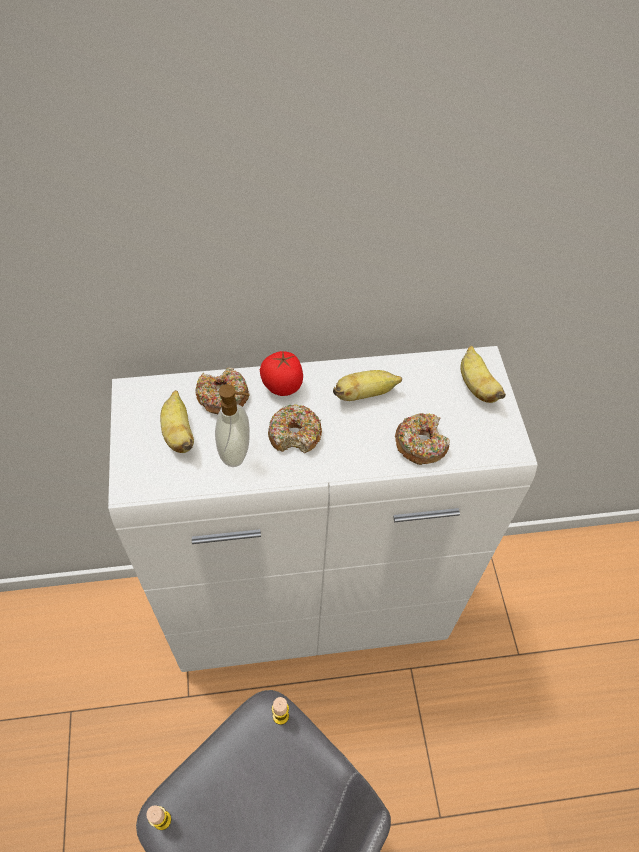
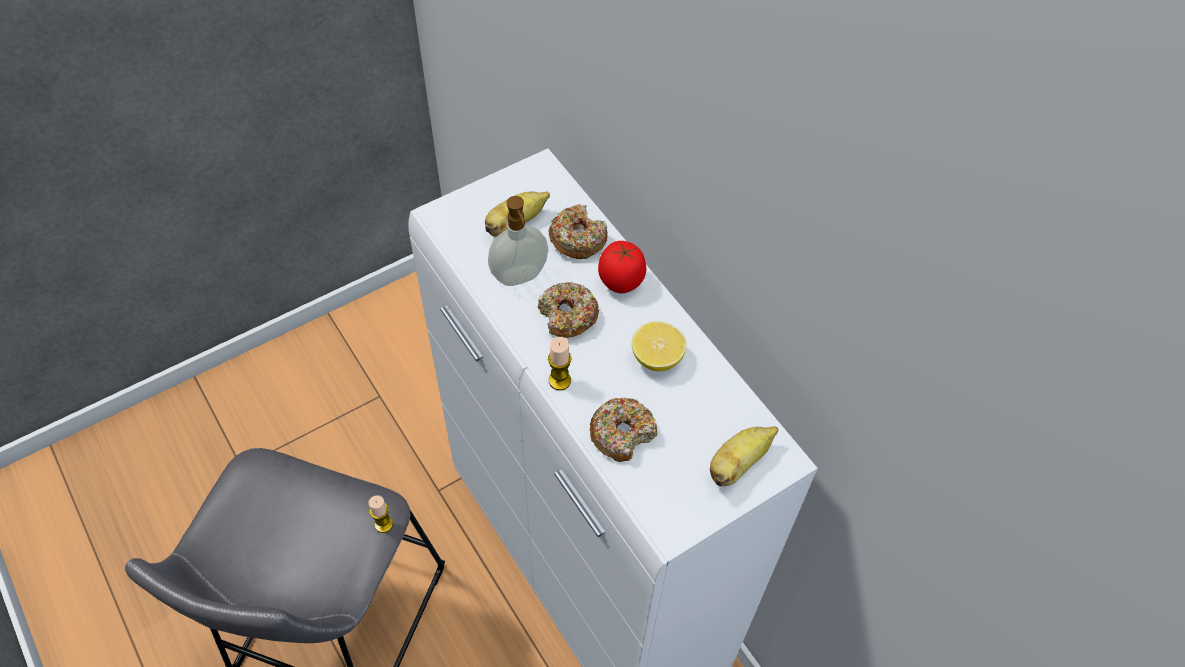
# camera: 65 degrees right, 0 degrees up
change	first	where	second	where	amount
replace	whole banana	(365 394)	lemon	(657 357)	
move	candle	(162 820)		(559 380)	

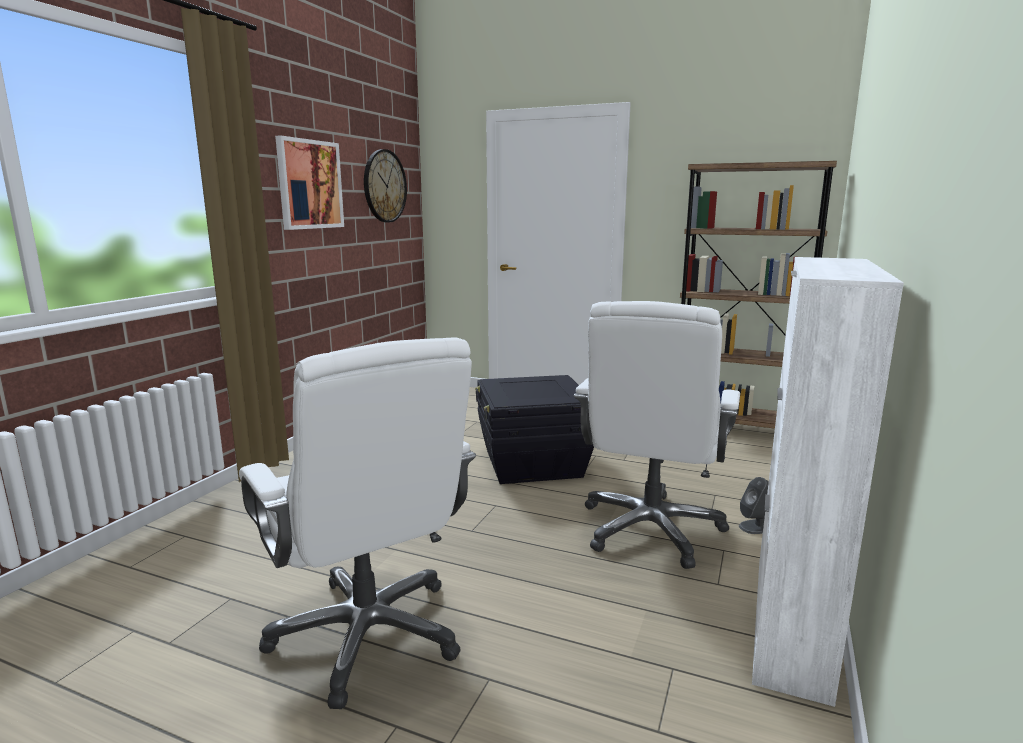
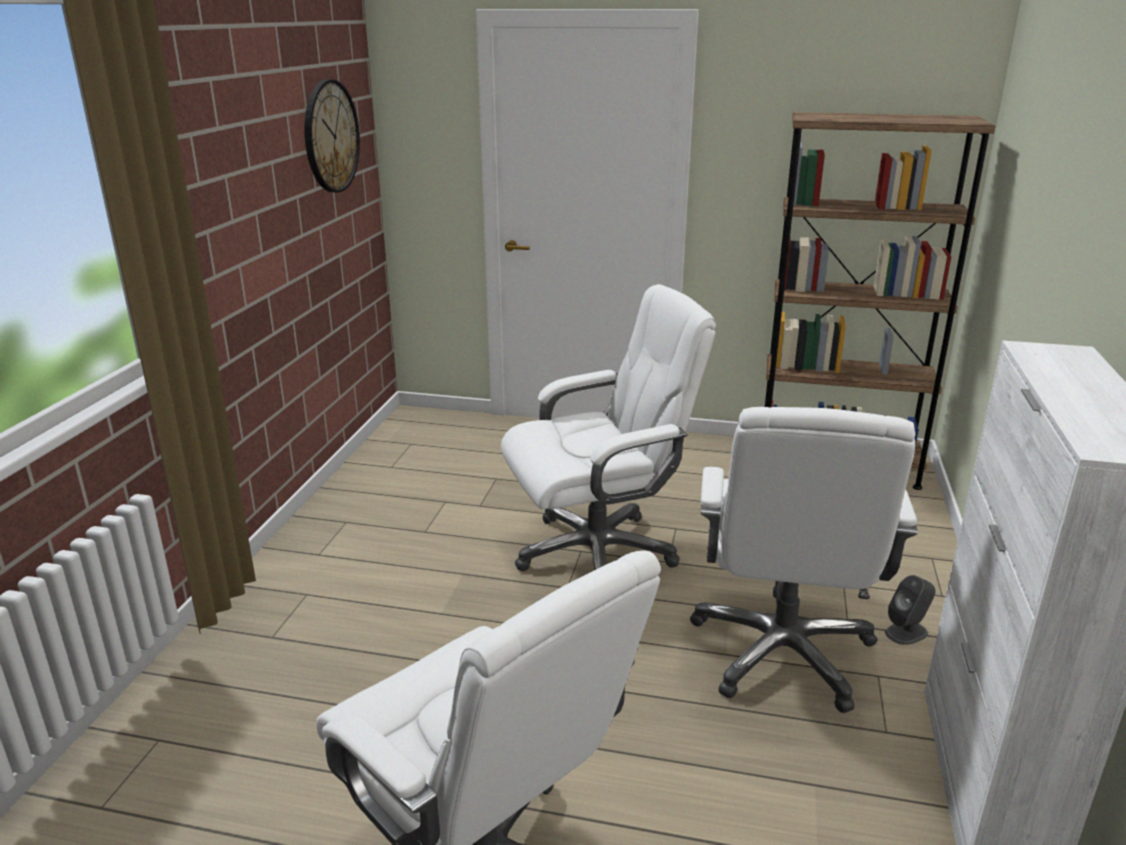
# camera: 10 degrees left, 10 degrees up
change	first	where	second	where	amount
delete	wall art	(309 184)			
replace	storage box in blackish	(532 464)	computer chair in whitish	(598 552)	

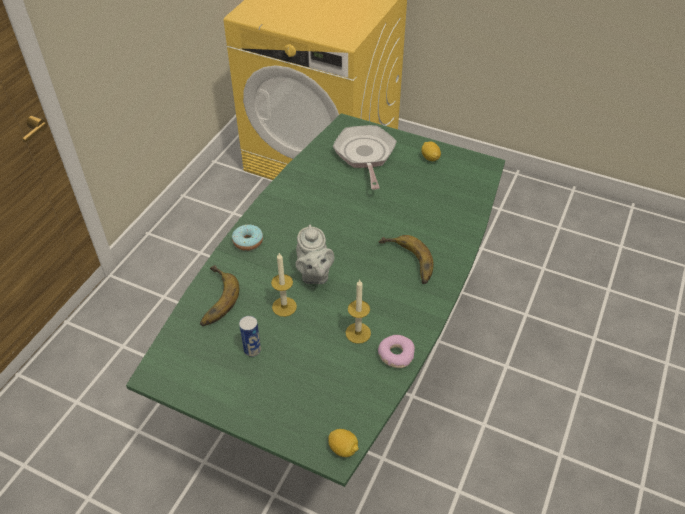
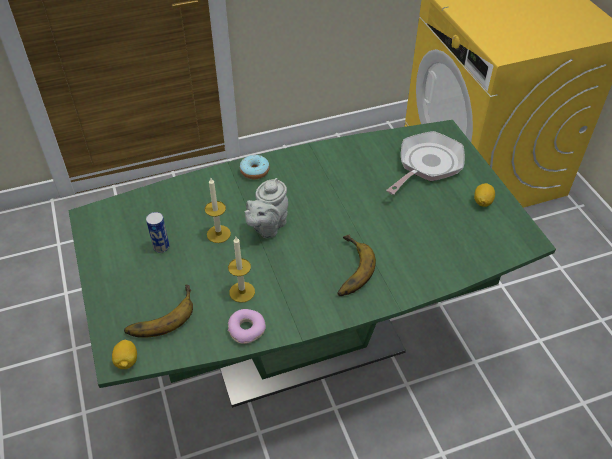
# camera: 45 degrees right, 0 degrees up
change	first	where	second	where	amount
move	whole banana	(212 299)		(159 314)	

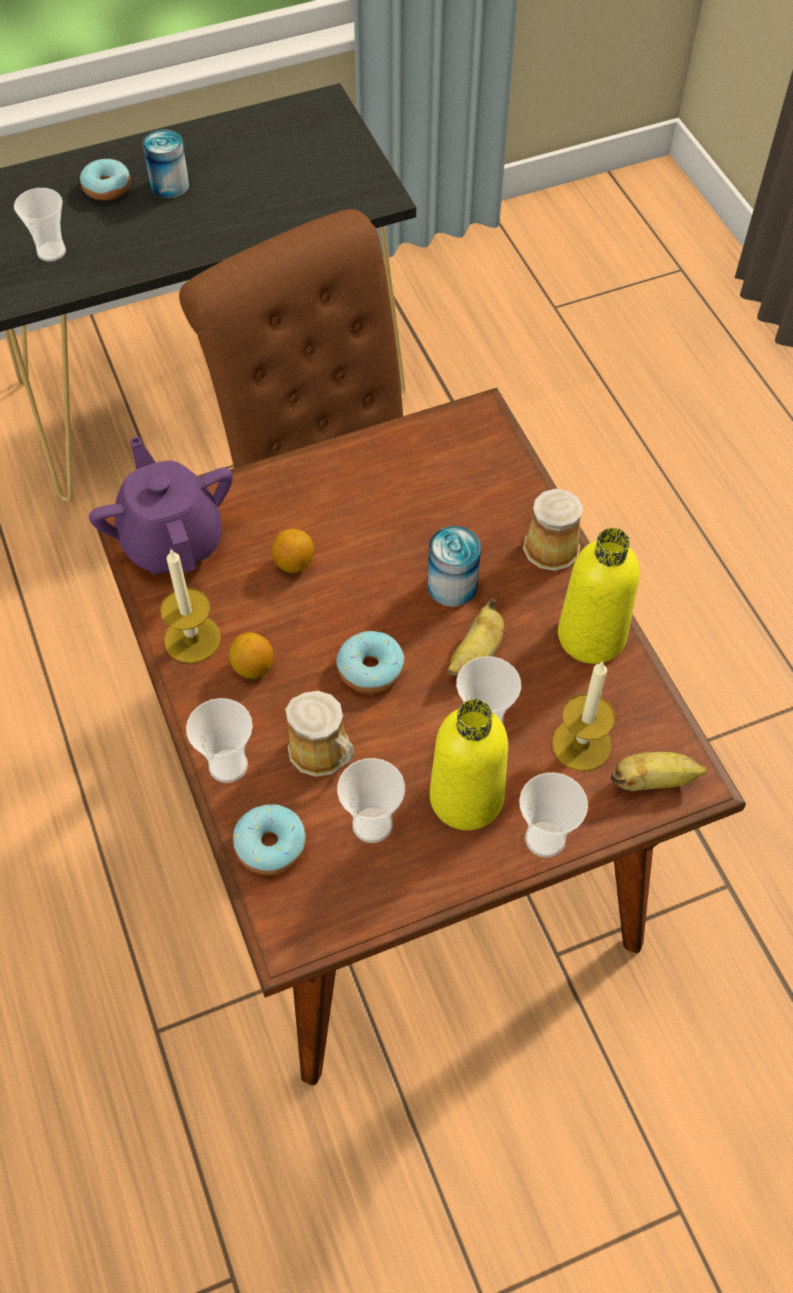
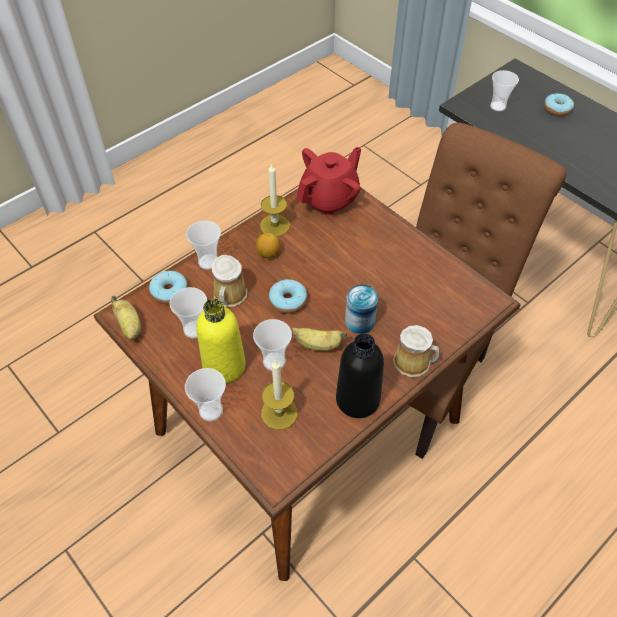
# camera: 70 degrees right, 5 degrees down
change	first	where	second	where	amount
delete	sealed can	(170 185)			
recolor	pot for tea in purple	(172 540)	pot for tea in red	(329 199)	
recolor	bottle in yellow-coloured	(591 636)	bottle in blackish	(357 399)	
delete	lemon	(294 563)			
move	whole banana	(653 781)		(130 327)	

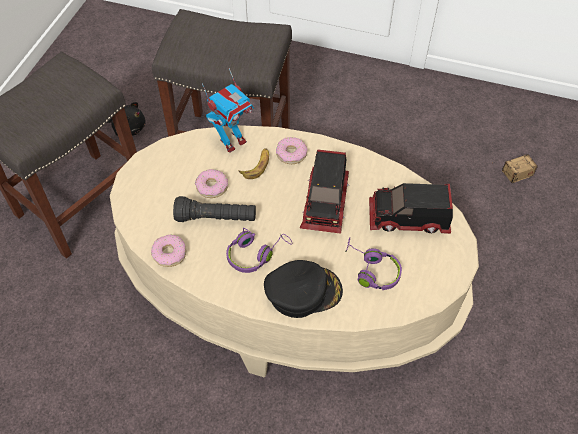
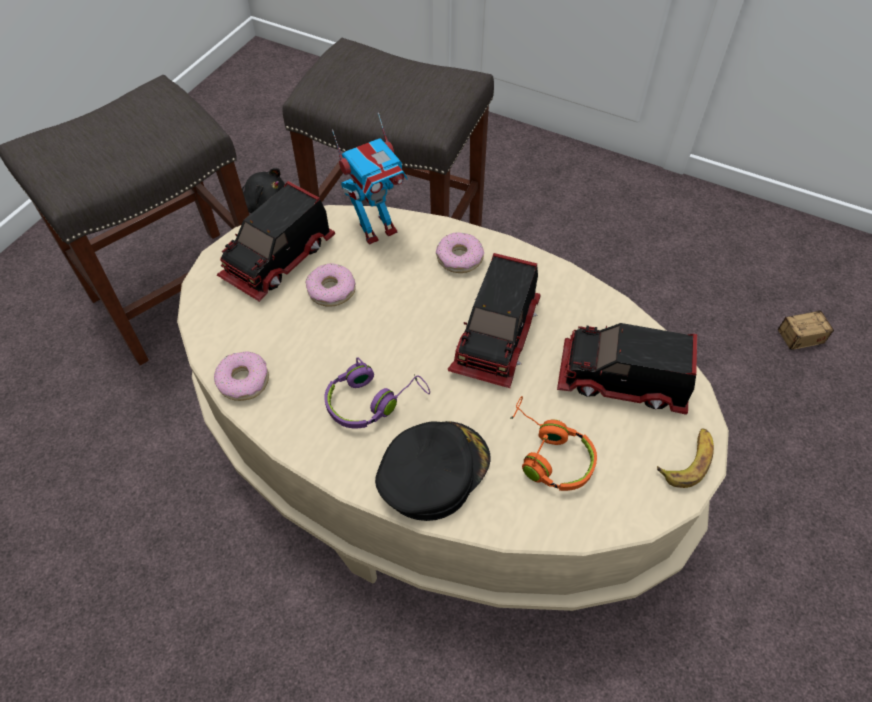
# camera: 10 degrees right, 0 degrees up
change	first	where	second	where	amount
move	whole banana	(257 166)		(688 460)	
delete	flashlight in blackish	(216 218)			
recolor	pair of headphones in purple	(371 270)	pair of headphones in orange-coloured	(547 453)	
rotate	peaked cap in blackish	(303 291)		(433 471)	45 degrees counterclockwise
insert			toy lorry	(280 260)	

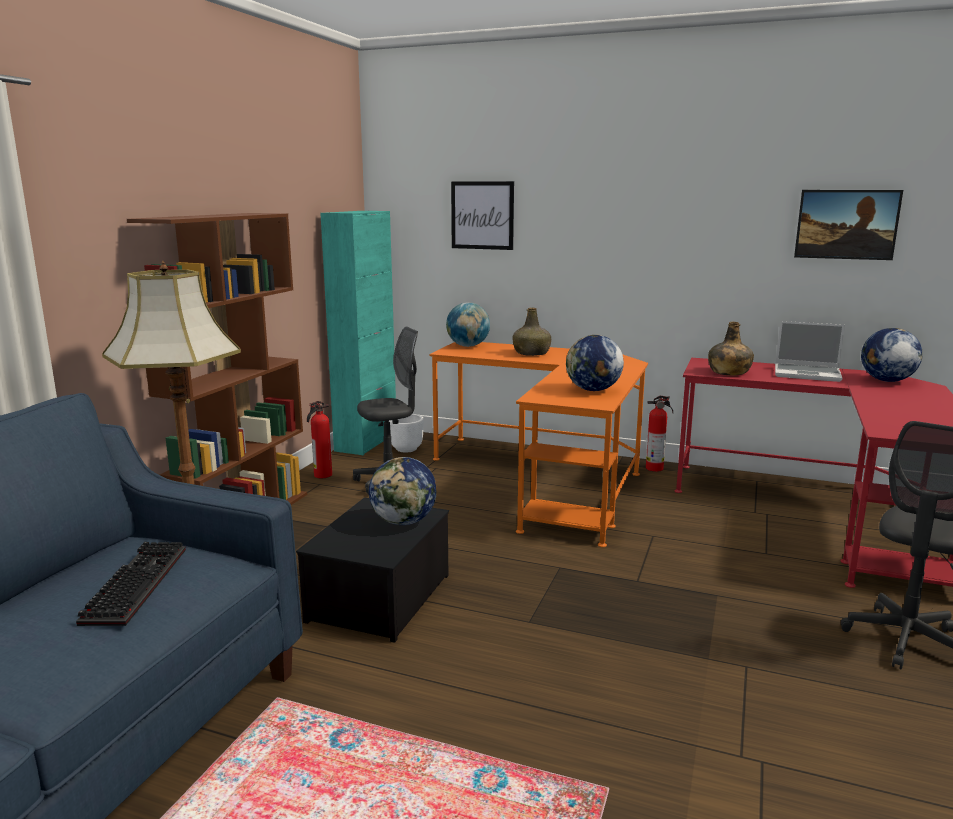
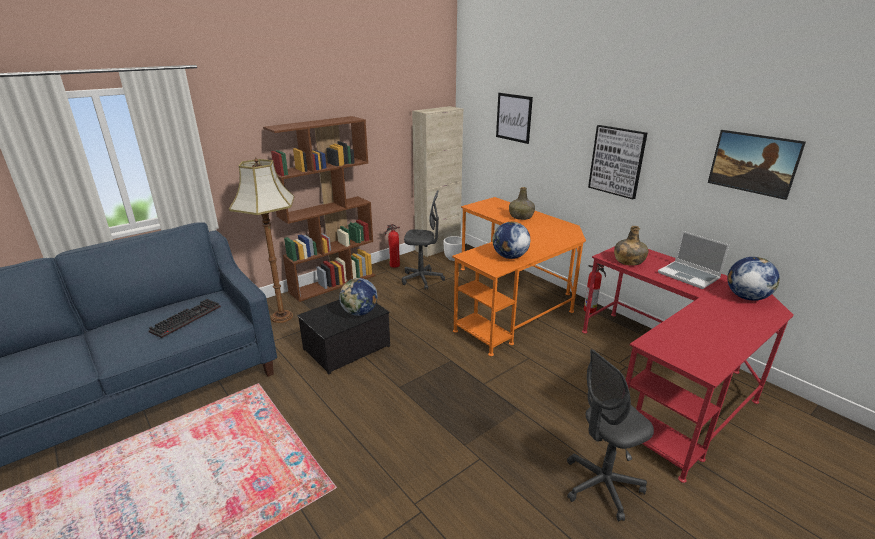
# camera: 30 degrees right, 10 degrees up
change	first	where	second	where	amount
recolor	cupboard in turquoise	(366 442)	cupboard in sand-coloured	(438 248)	
delete	desk globe	(468 346)			
insert			wall art	(617 161)	

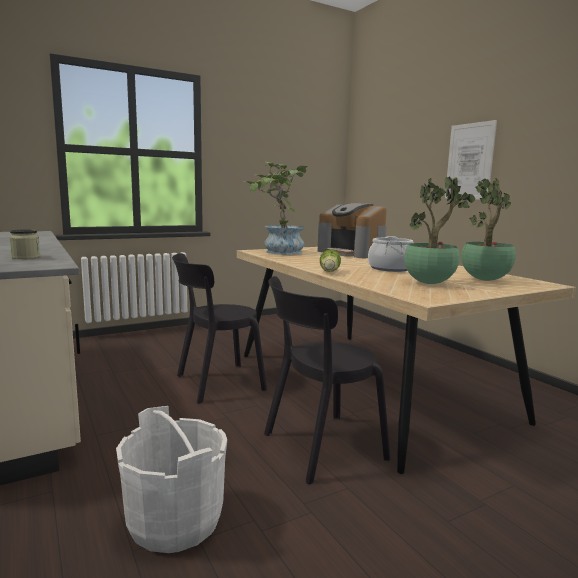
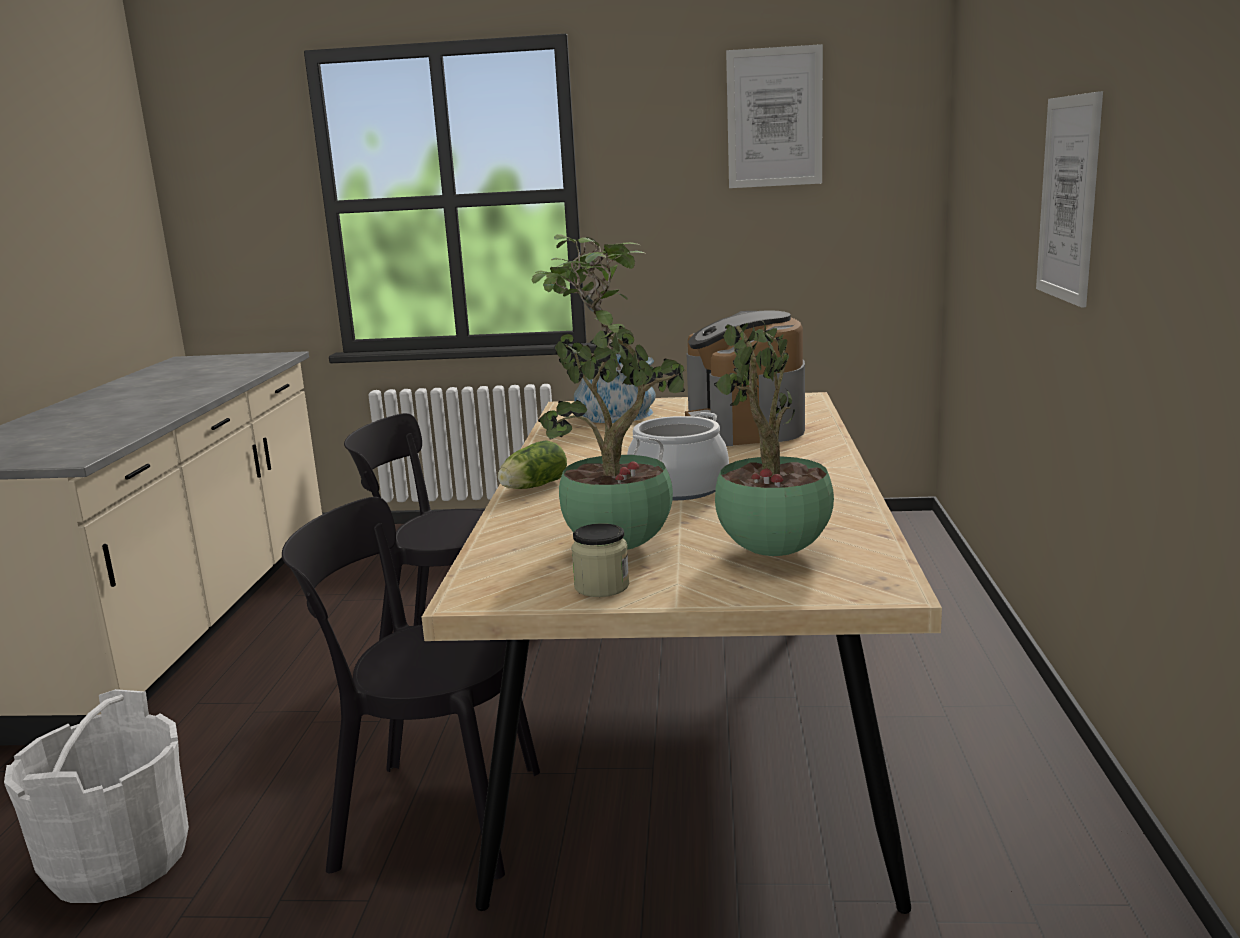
# camera: 35 degrees right, 5 degrees up
change	first	where	second	where	amount
move	preserve jar	(26 257)		(601 586)	
insert			wall art	(774 117)	

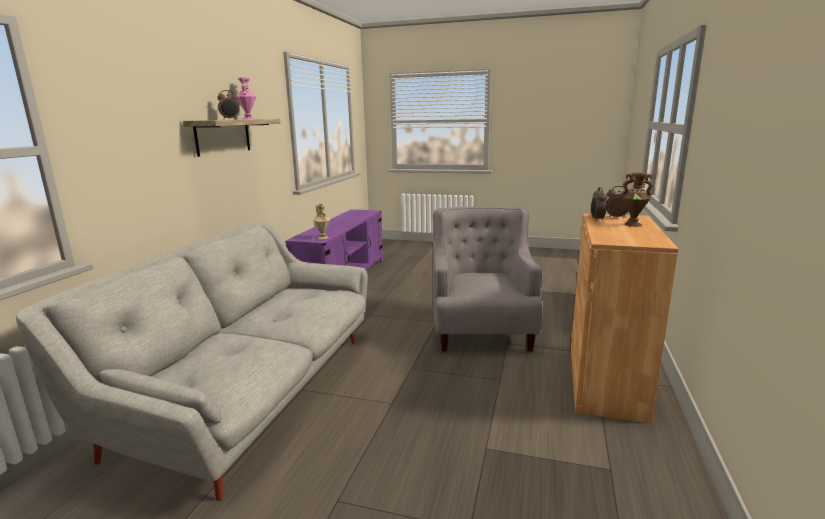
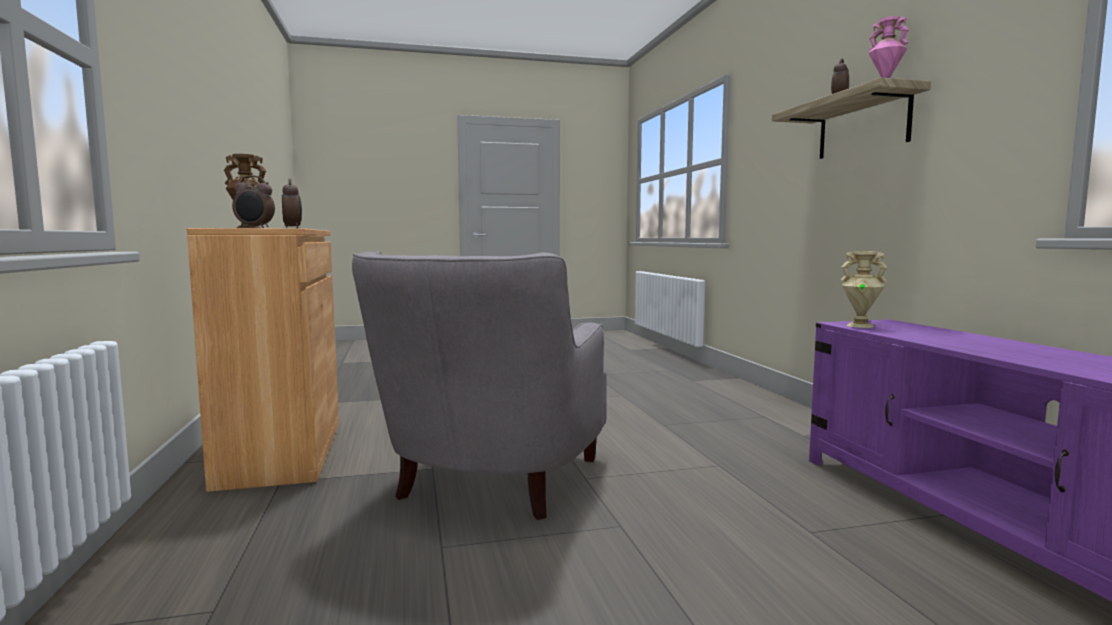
# camera: 150 degrees right, 10 degrees down
change	first	where	second	where	amount
rotate	armchair in gray	(481 328)		(491 483)	45 degrees clockwise
delete	settee in gray	(252 392)			

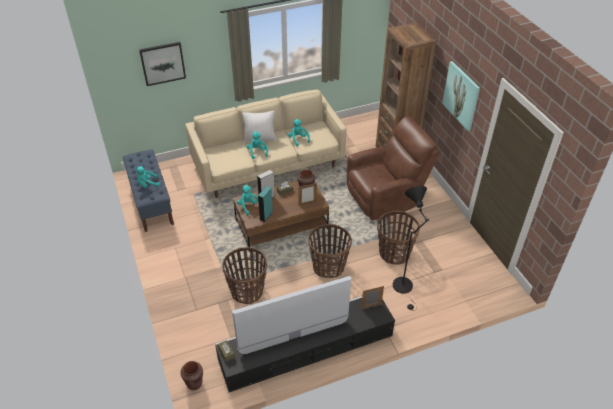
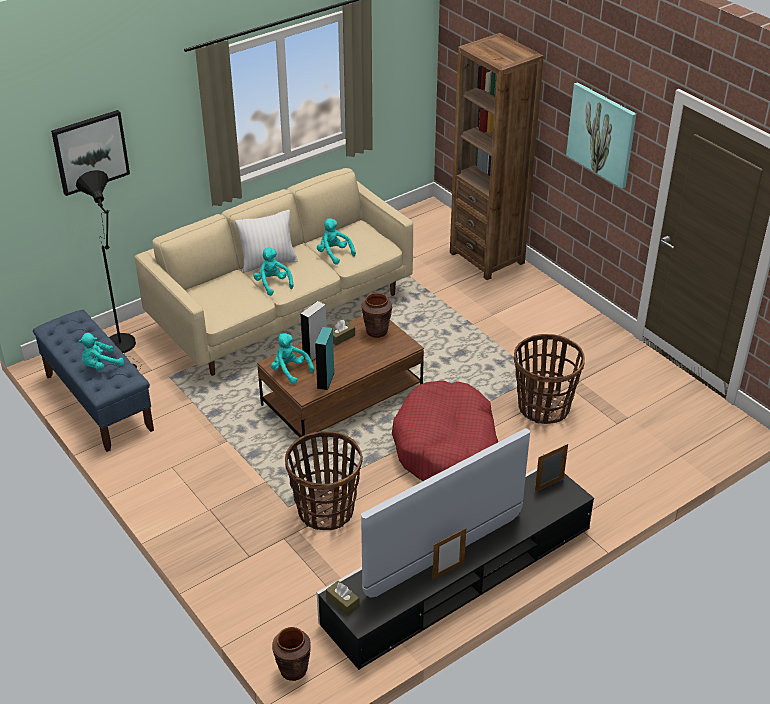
# camera: 15 degrees left, 5 degrees down
change	first	where	second	where	amount
delete	armchair in brown	(386 197)			
move	photo frame	(307 203)		(448 571)	
move	standing lamp in blackish	(404 288)		(123 347)	
replace	basket	(328 267)	dog bed in red	(446 447)	

